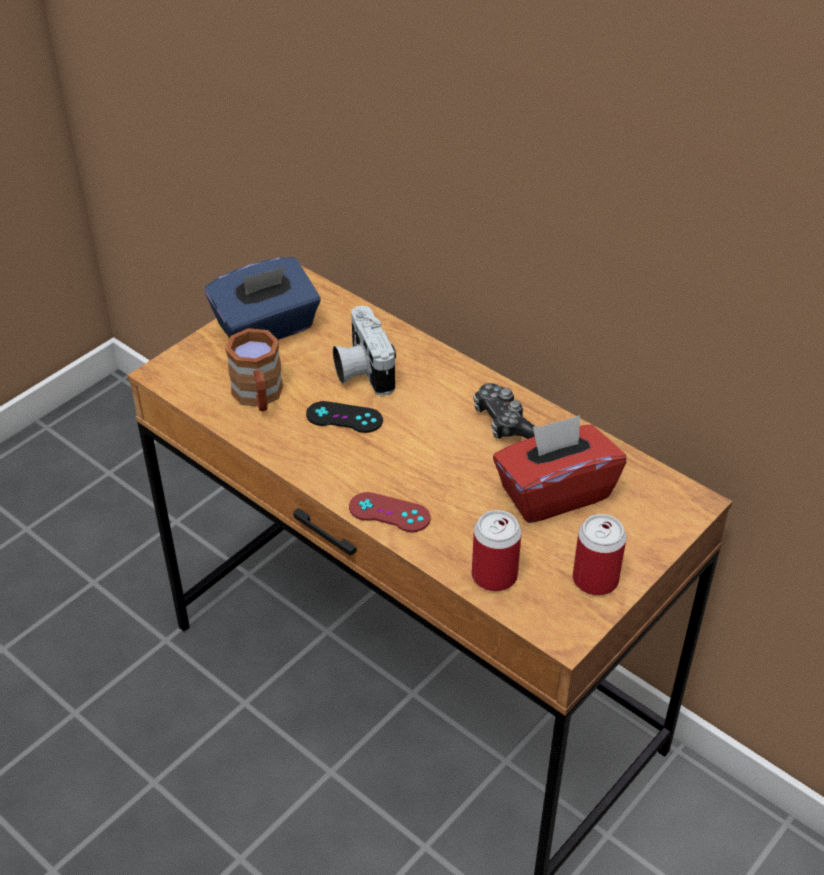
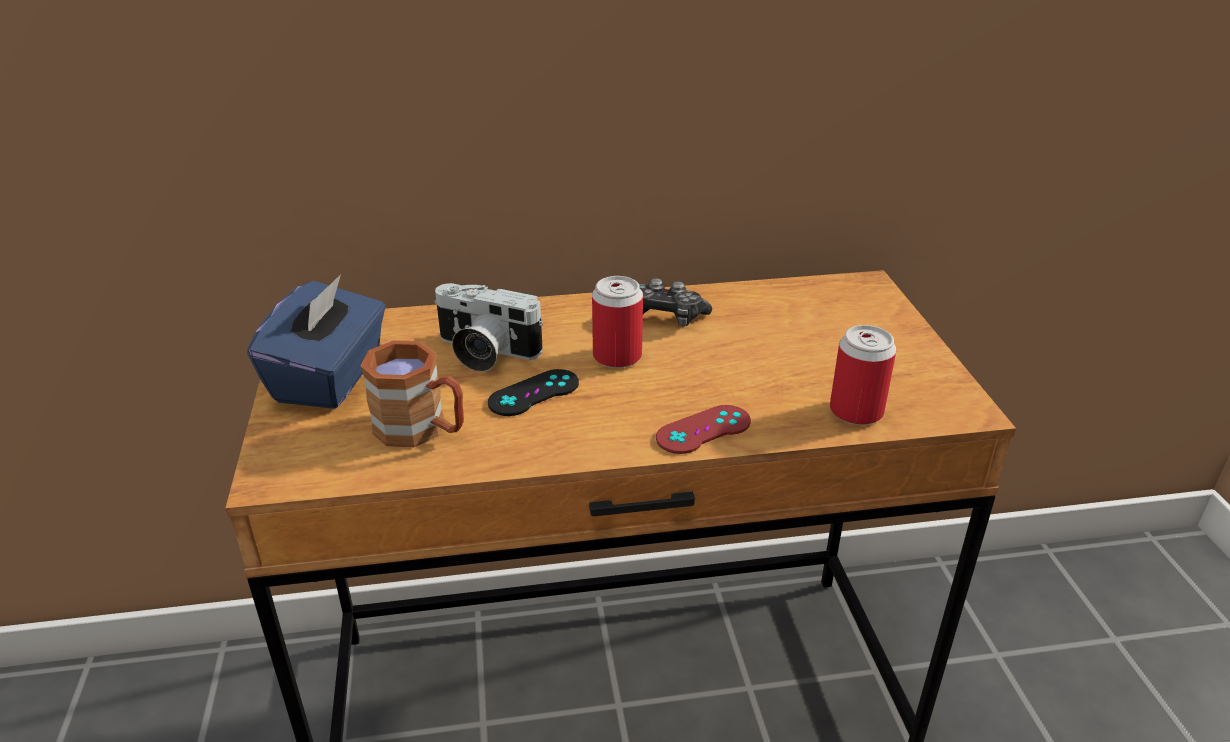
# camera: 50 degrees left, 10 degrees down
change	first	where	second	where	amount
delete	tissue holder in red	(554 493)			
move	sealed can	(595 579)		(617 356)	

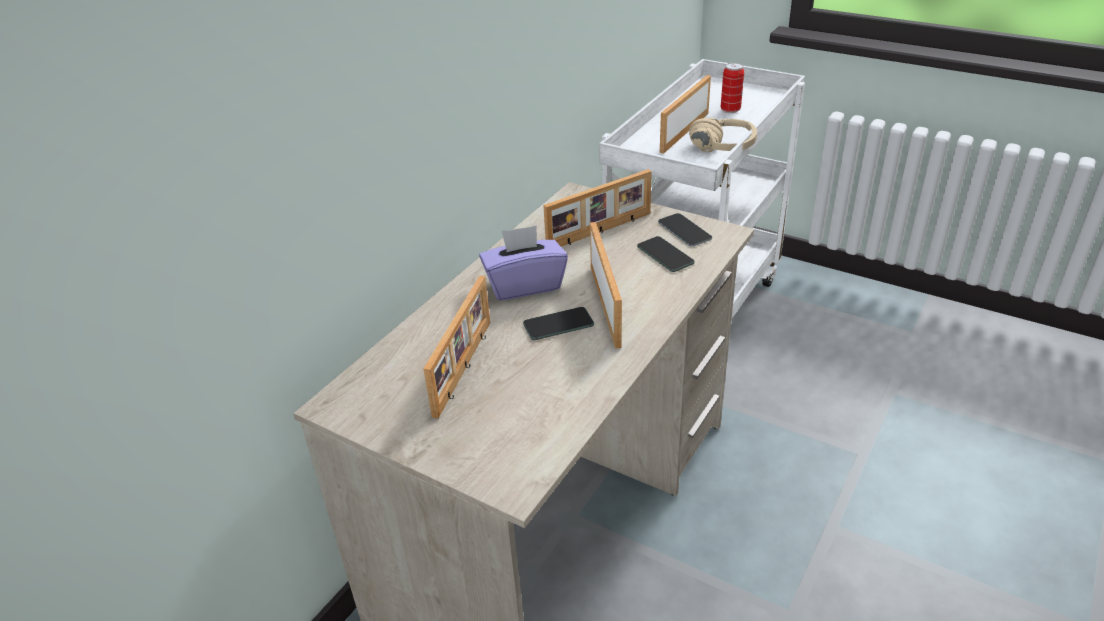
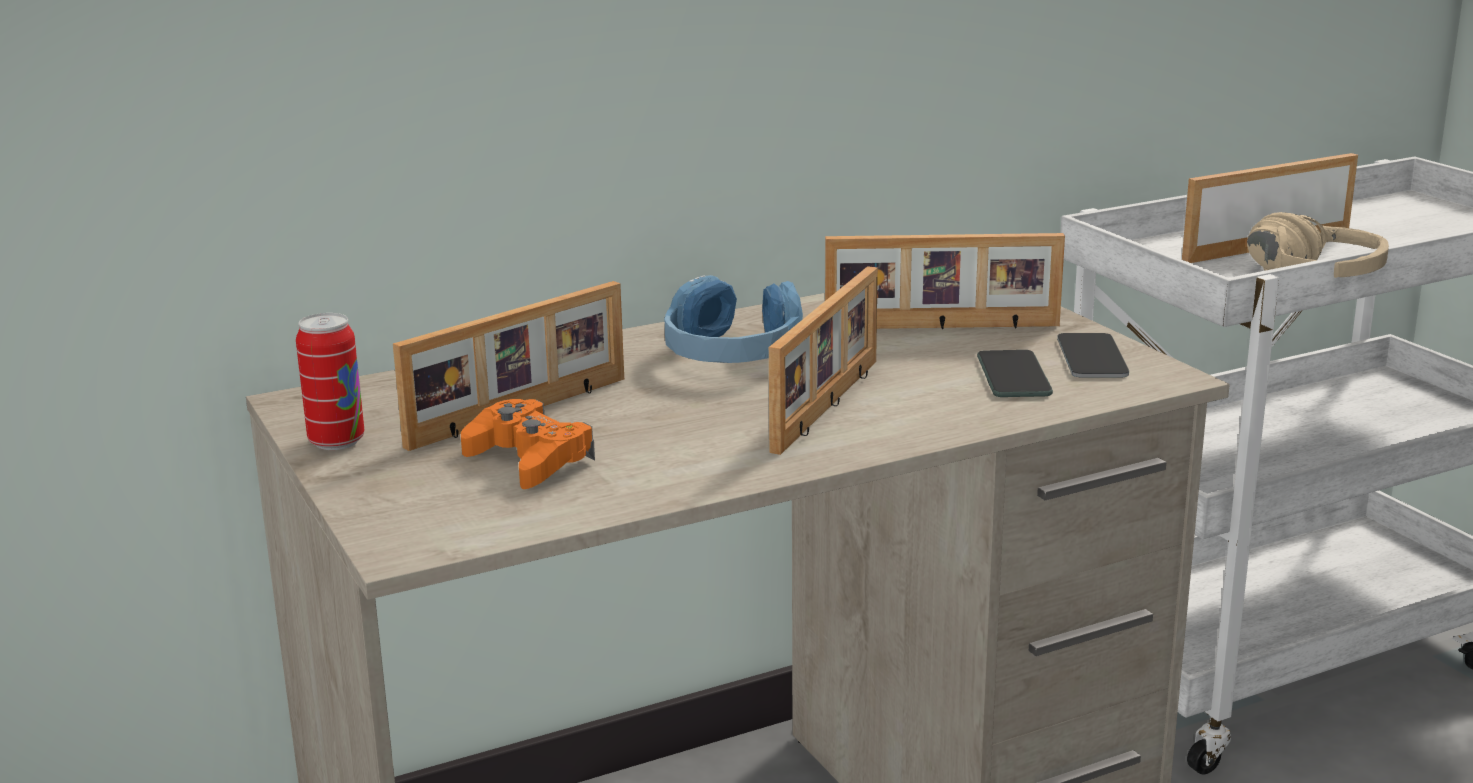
# camera: 30 degrees right, 15 degrees down
change	first	where	second	where	amount
move	sealed can	(730 110)		(336 441)	
replace	tissue holder in purple	(524 285)	pair of headphones in bluish	(733 355)	
delete	telephone	(558 324)			
insert			game controller in orange-coloured	(529 459)	

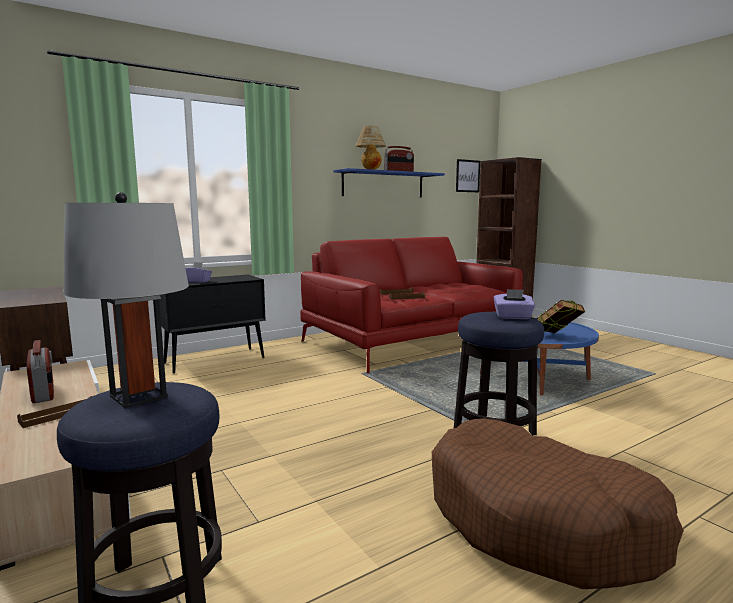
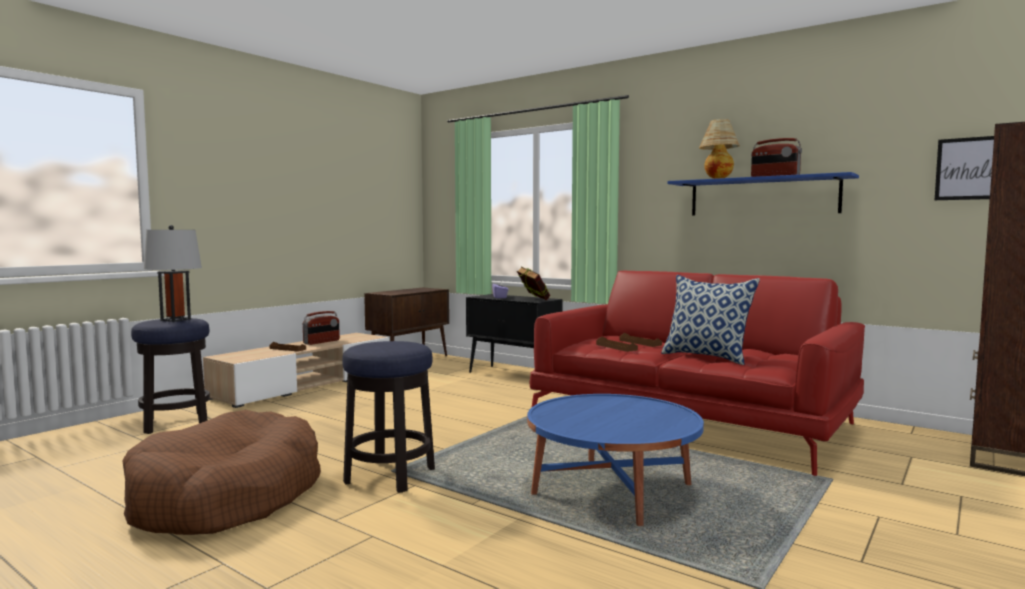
# camera: 70 degrees right, 5 degrees down
change	first	where	second	where	amount
delete	tissue holder in purple	(513 317)			
move	volume	(556 337)		(533 300)	
insert			throw pillow	(707 357)	

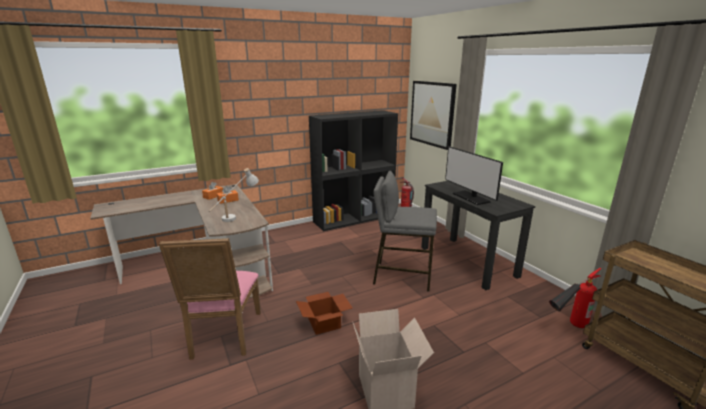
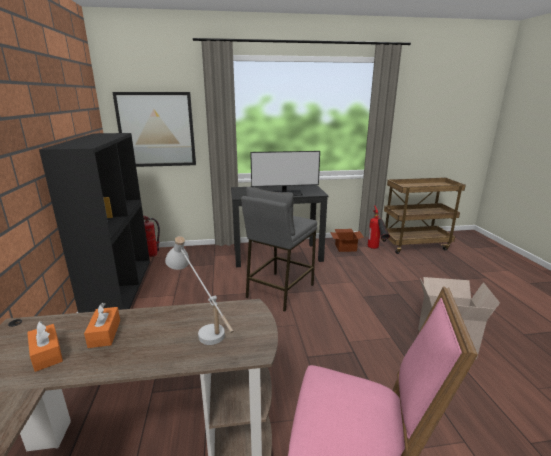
# camera: 70 degrees left, 0 degrees up
change	first	where	second	where	amount
move	carton	(325 323)		(346 247)	

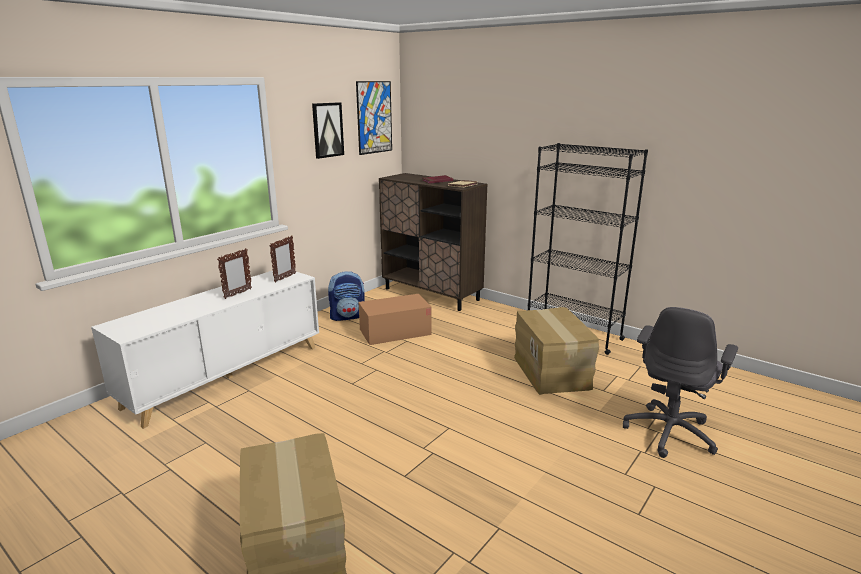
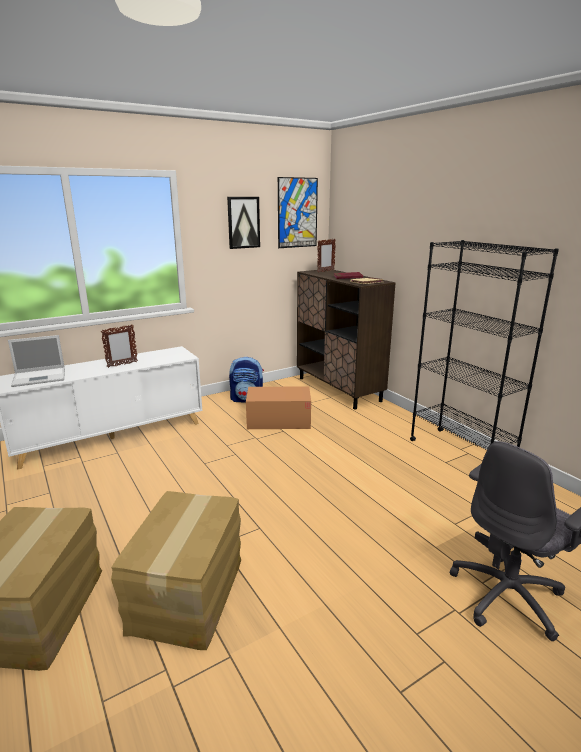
# camera: 20 degrees right, 0 degrees up
change	first	where	second	where	amount
move	photo frame	(285 278)		(325 271)	
move	carton	(552 372)		(189 594)	
insert			notebook computer	(40 377)	

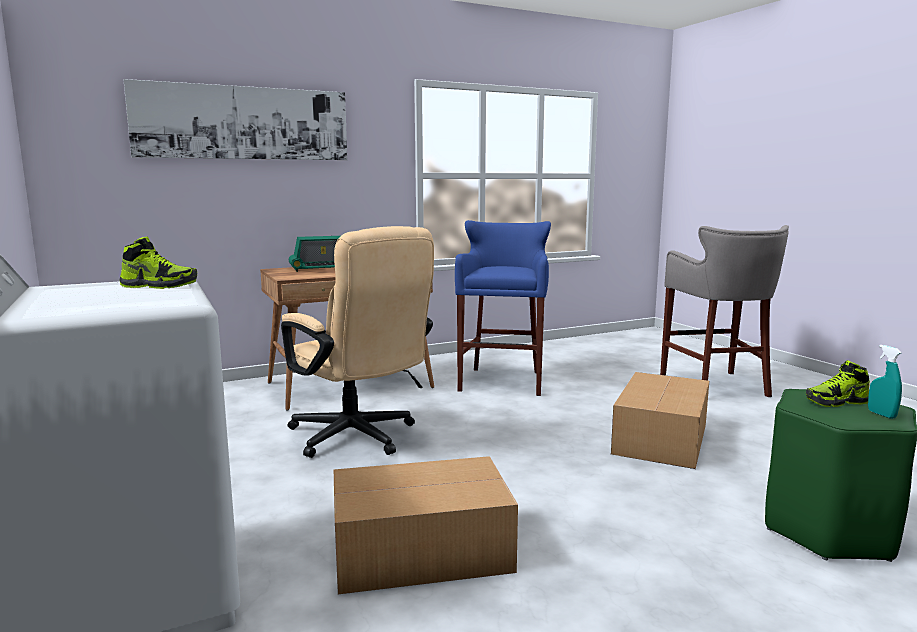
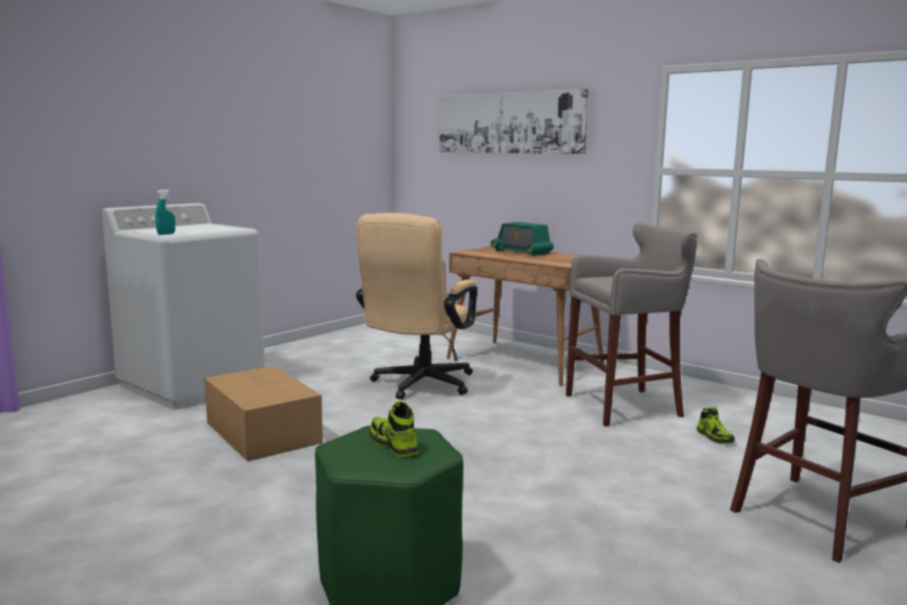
# camera: 65 degrees right, 0 degrees up
change	first	where	second	where	amount
recolor	sitting stool in bluish	(503 380)	sitting stool in gray	(626 406)	
move	item of footwear	(159 286)		(714 437)	
move	spray bottle in turquoise	(881 414)		(166 234)	
delete	carton	(662 438)			

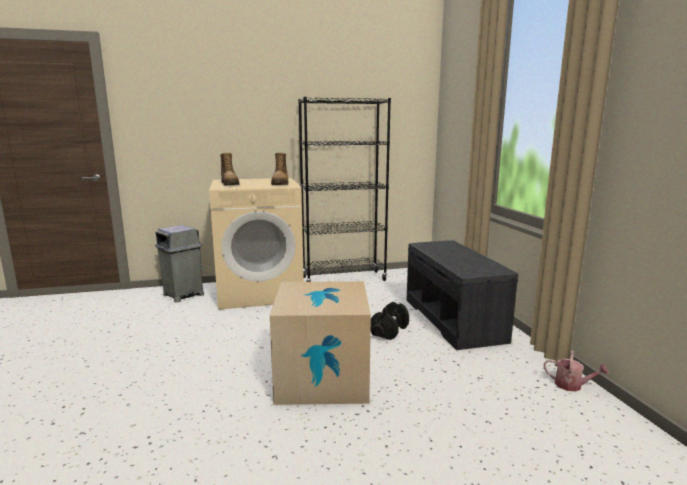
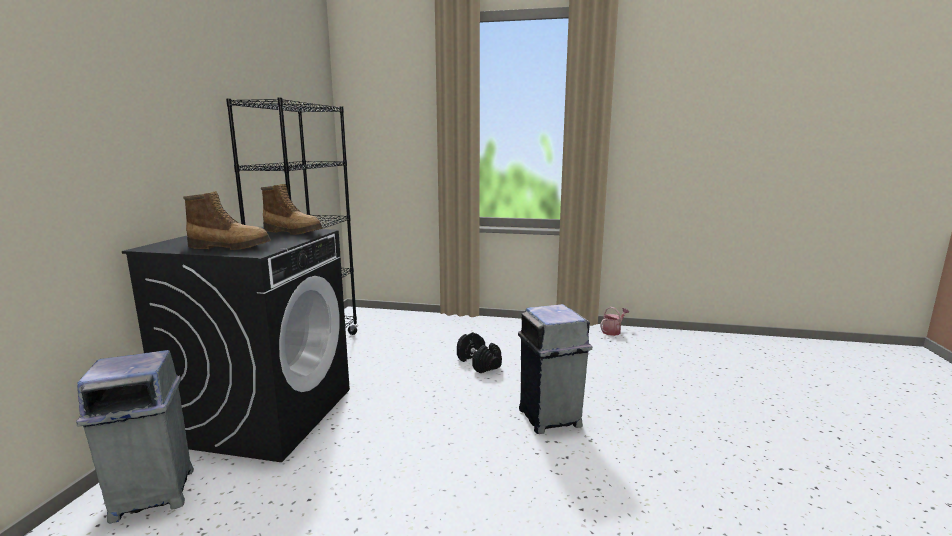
# camera: 65 degrees left, 0 degrees up
change	first	where	second	where	amount
recolor	washing machine in sand-coloured	(260 292)	washing machine in blackish	(264 414)	
delete	long seat in gray	(454 320)			
replace	carton	(322 378)	waste bin in gray	(550 418)	

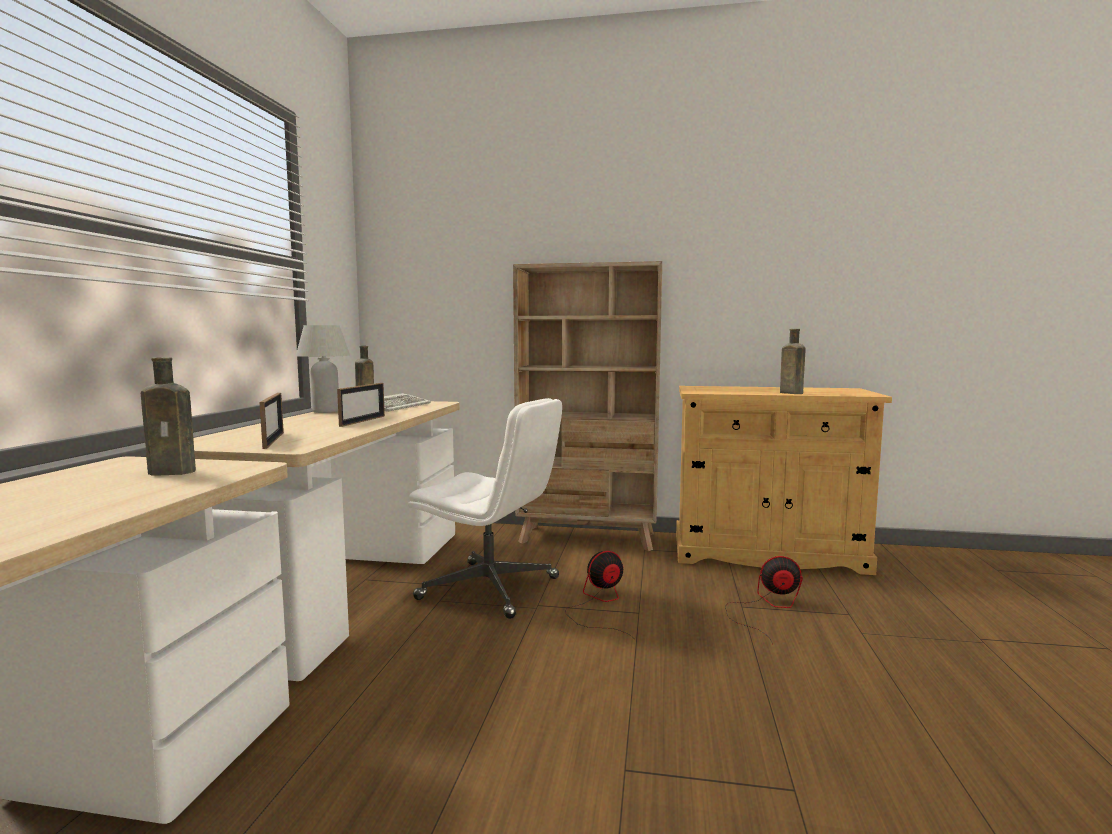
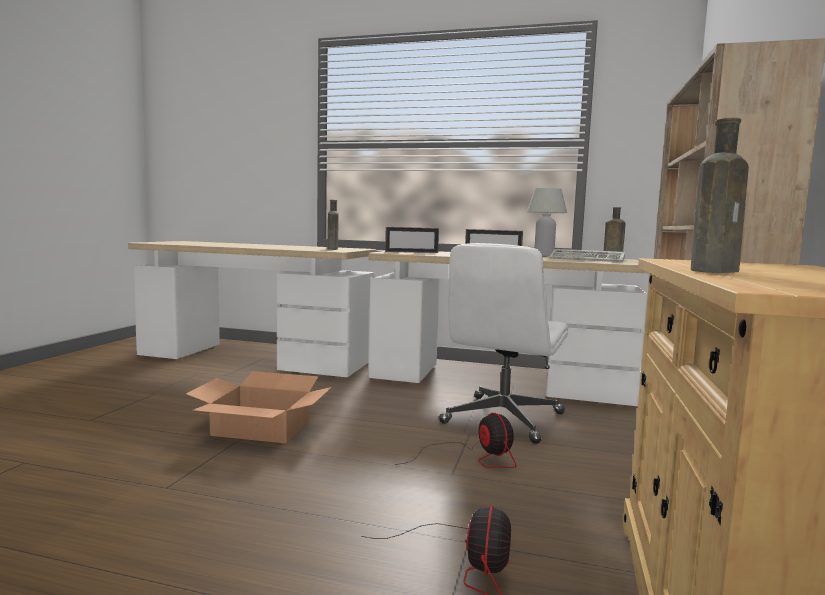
# camera: 95 degrees right, 0 degrees up
change	first	where	second	where	amount
insert			carton	(261 428)	

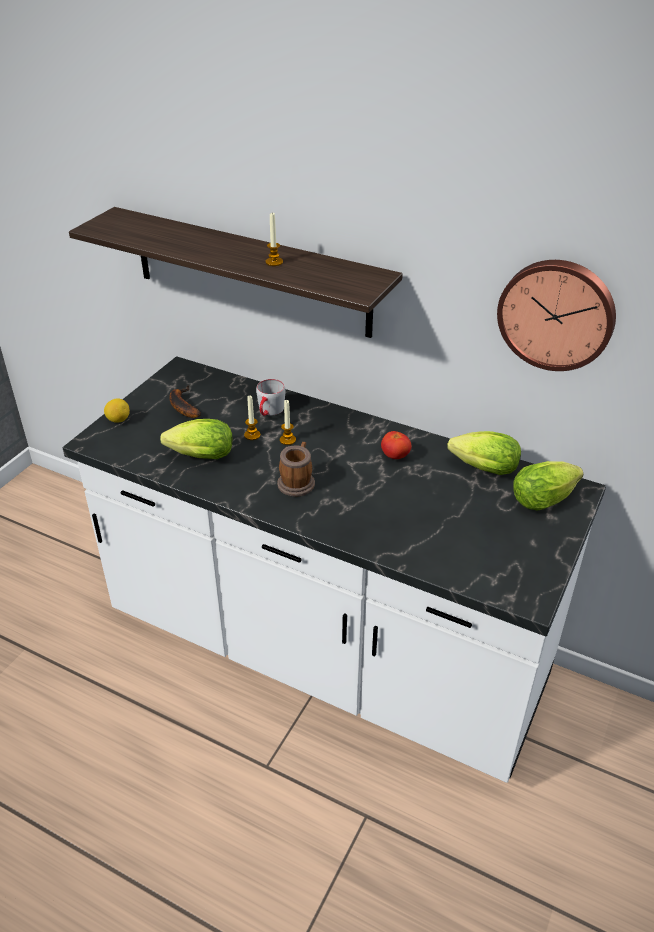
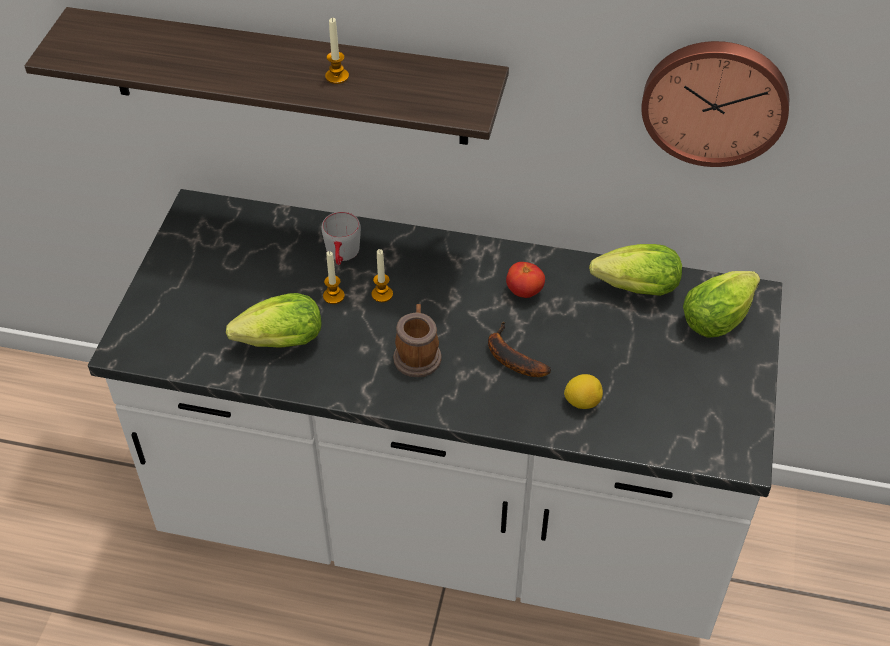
# camera: 15 degrees left, 10 degrees up
change	first	where	second	where	amount
move	whole banana	(182 406)		(510 358)	
move	lemon	(118 420)		(582 402)	

